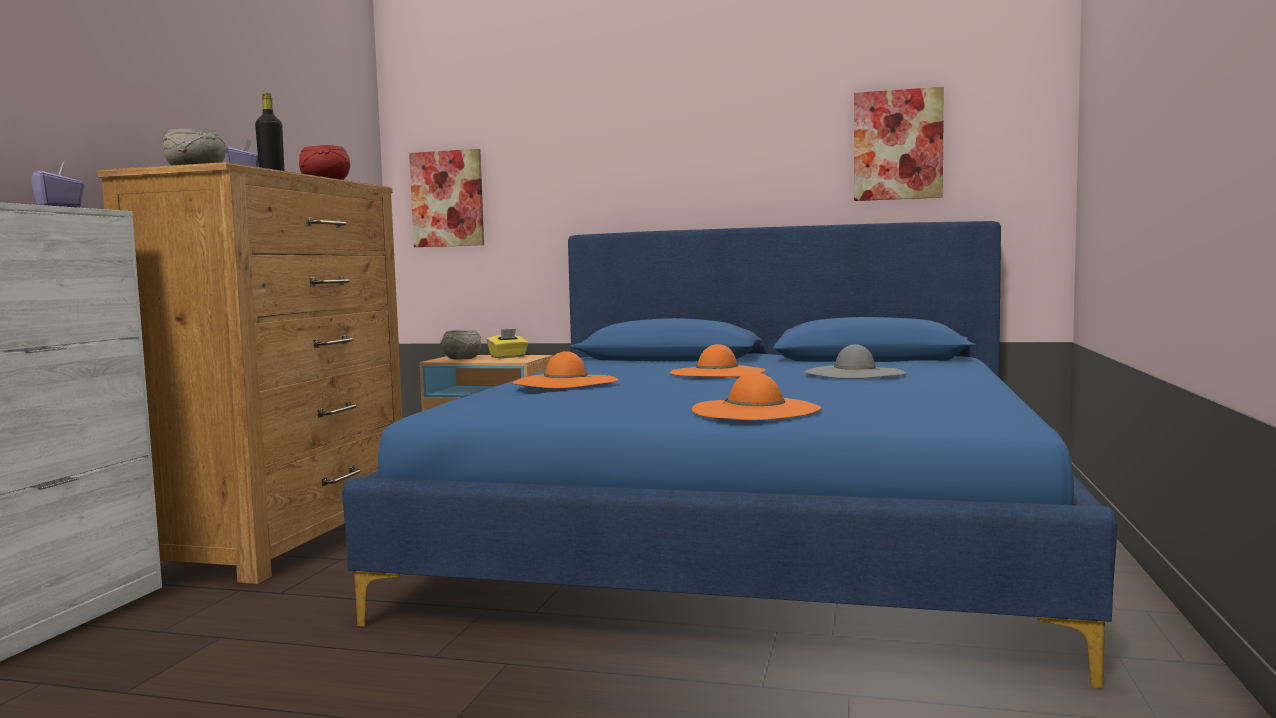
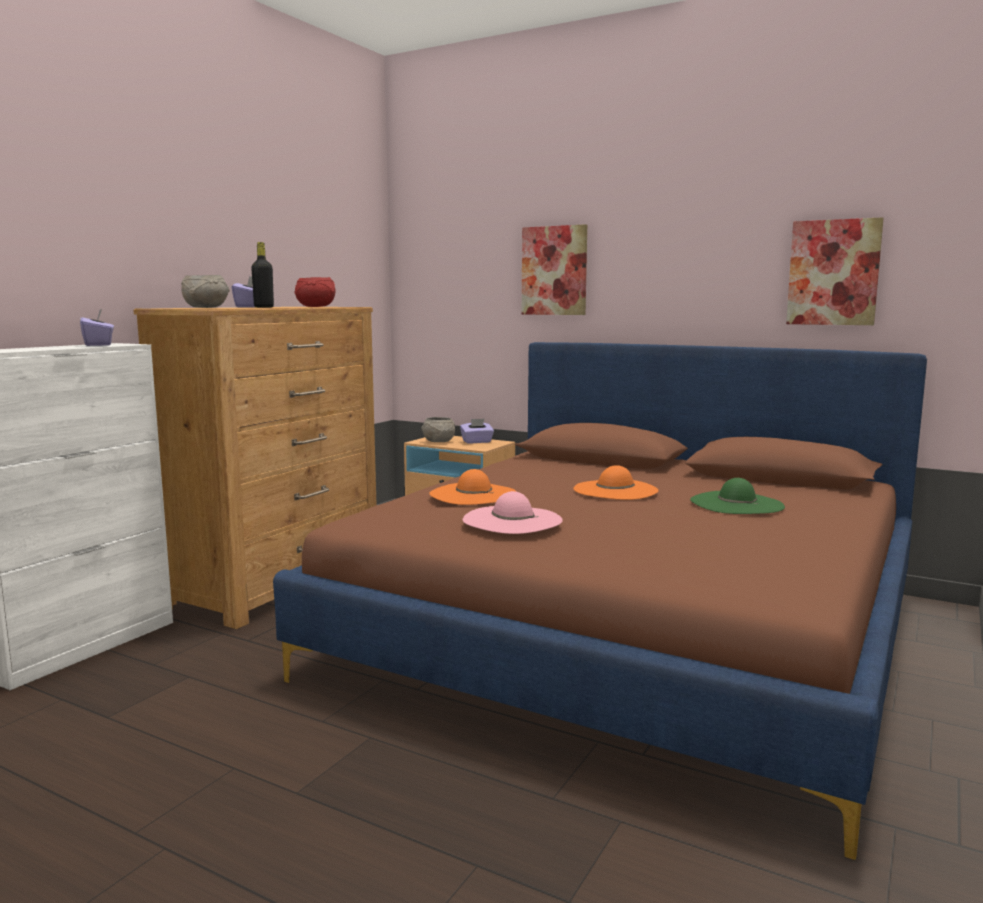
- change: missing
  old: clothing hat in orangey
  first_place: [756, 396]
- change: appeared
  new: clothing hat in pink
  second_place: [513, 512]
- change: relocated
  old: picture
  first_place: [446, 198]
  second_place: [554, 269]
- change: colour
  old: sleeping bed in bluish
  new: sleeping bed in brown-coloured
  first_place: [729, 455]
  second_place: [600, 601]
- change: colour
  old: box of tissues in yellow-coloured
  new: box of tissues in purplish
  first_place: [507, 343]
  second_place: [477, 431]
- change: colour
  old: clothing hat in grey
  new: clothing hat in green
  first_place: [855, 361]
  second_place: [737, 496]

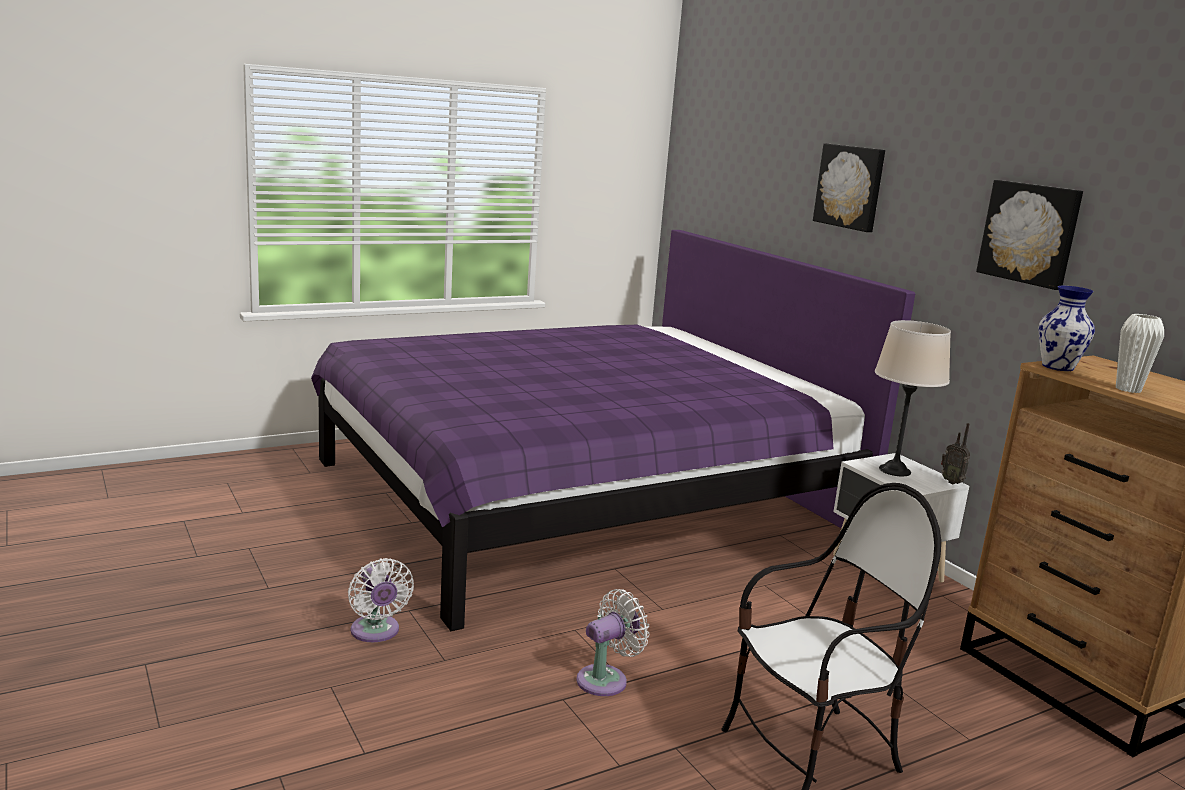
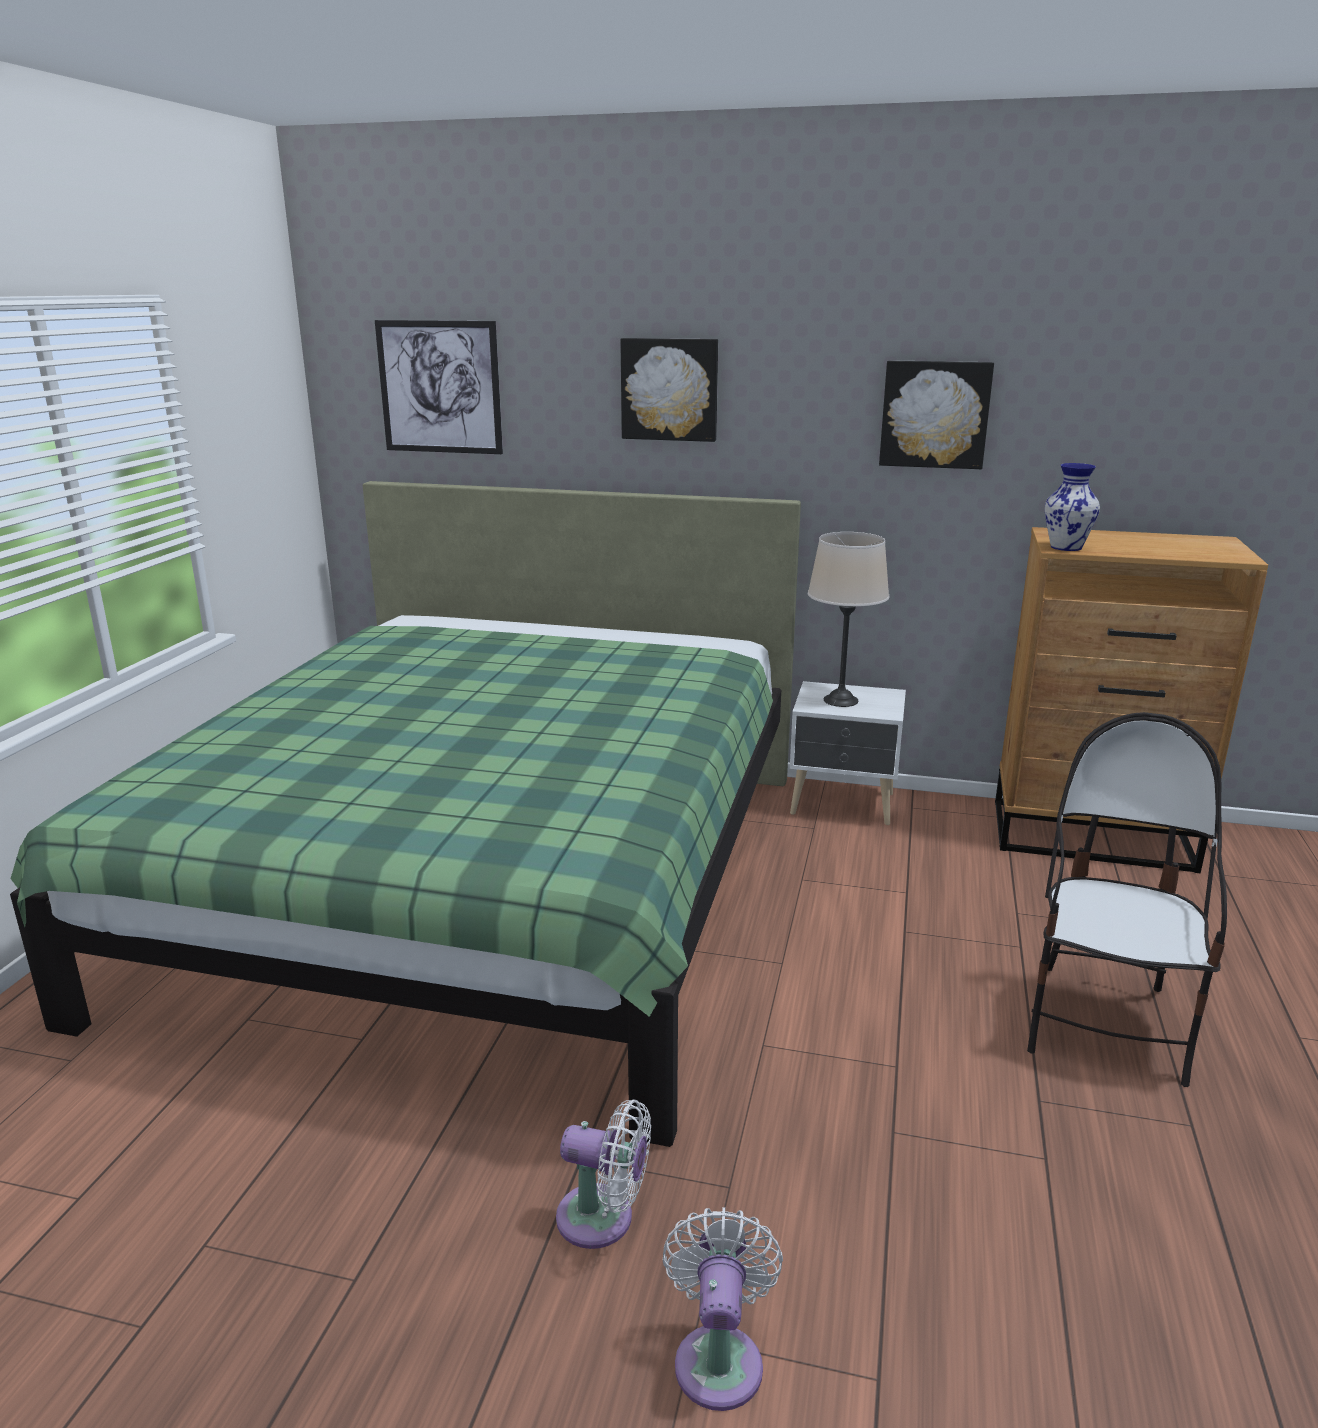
- change: missing
  old: radio set
  first_place: [955, 453]
- change: missing
  old: vase in white-coloured
  first_place: [1140, 353]
- change: appeared
  new: picture
  second_place: [439, 387]
- change: relocated
  old: cooling fan in white-coloured
  first_place: [613, 642]
  second_place: [723, 1309]
- change: colour
  old: sleeping bed in purplish
  new: sleeping bed in green
  first_place: [613, 430]
  second_place: [405, 814]

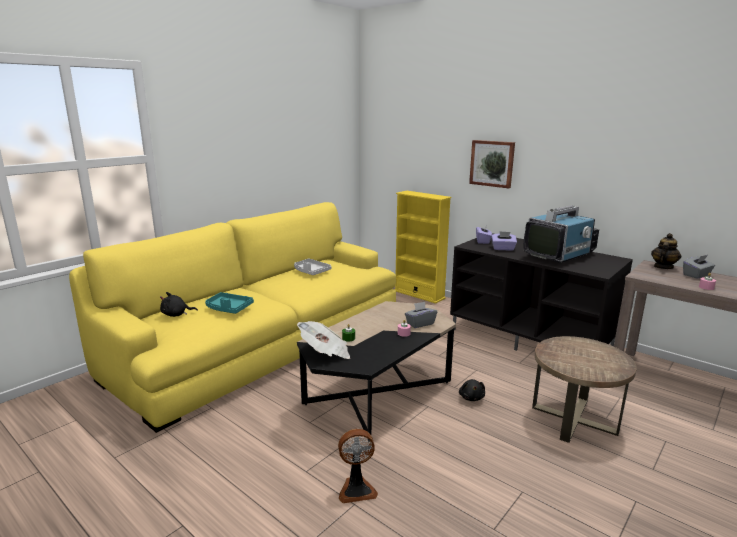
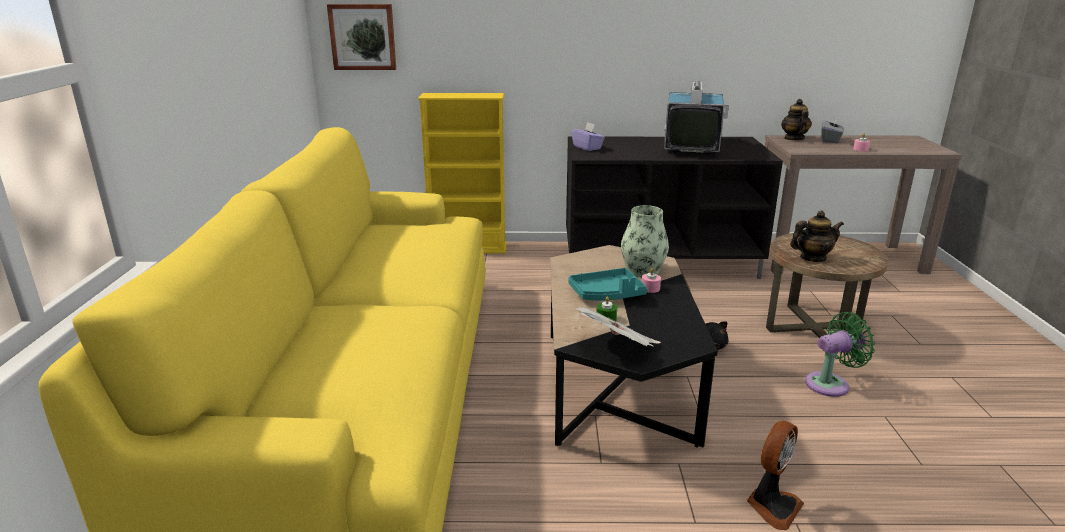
- change: missing
  old: plush toy in blackish
  first_place: [179, 304]
- change: missing
  old: tray in grey
  first_place: [312, 267]
- change: missing
  old: box of tissues in purplish
  first_place: [504, 241]
- change: appeared
  new: teapot
  second_place: [817, 236]
- change: appeared
  new: cooling fan in green
  second_place: [840, 354]
- change: relocated
  old: tray in blue-green
  first_place: [229, 303]
  second_place: [607, 284]
- change: relocated
  old: picture
  first_place: [492, 164]
  second_place: [361, 37]
- change: exchanged
  old: box of tissues in grey
  new: vase
  first_place: [421, 315]
  second_place: [645, 241]

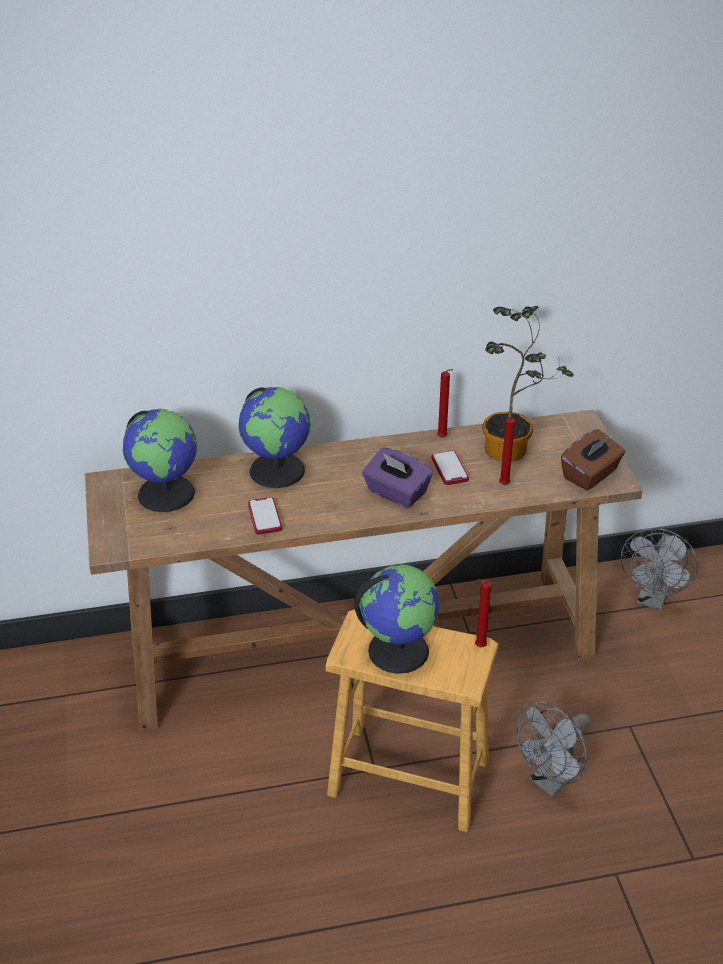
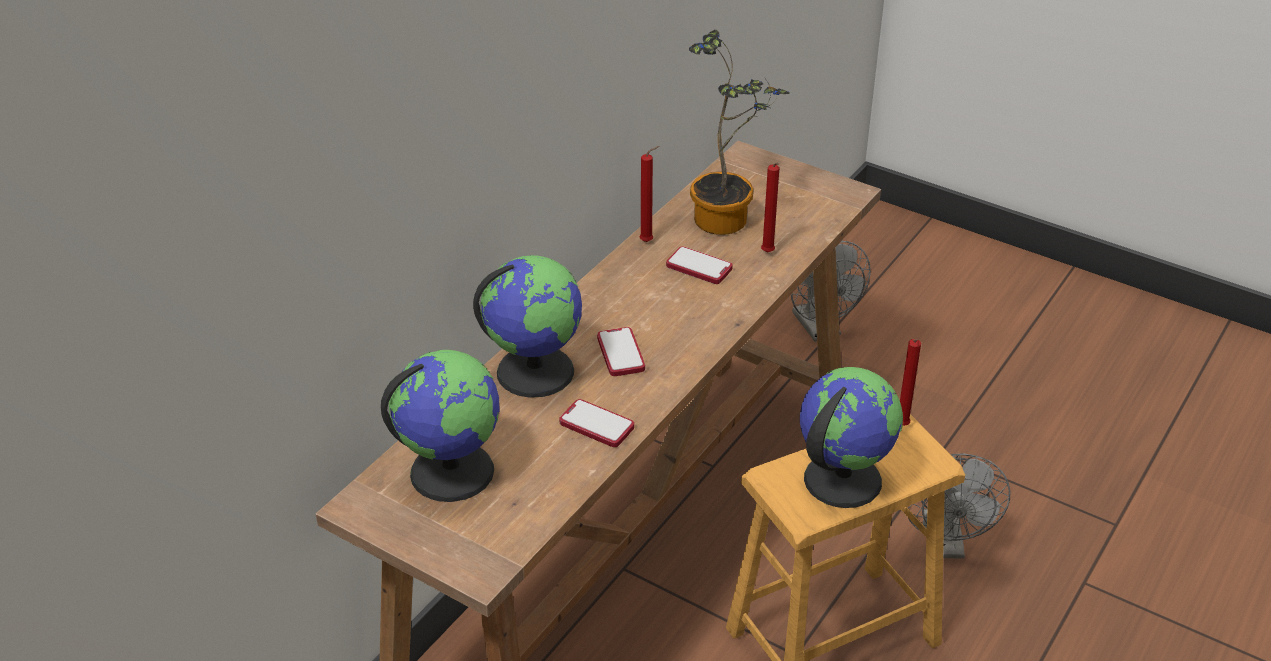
- change: missing
  old: box of tissues in purplish
  first_place: [397, 478]
- change: missing
  old: box of tissues in brown-coloured
  first_place: [593, 459]
- change: appeared
  new: phone
  second_place: [621, 351]

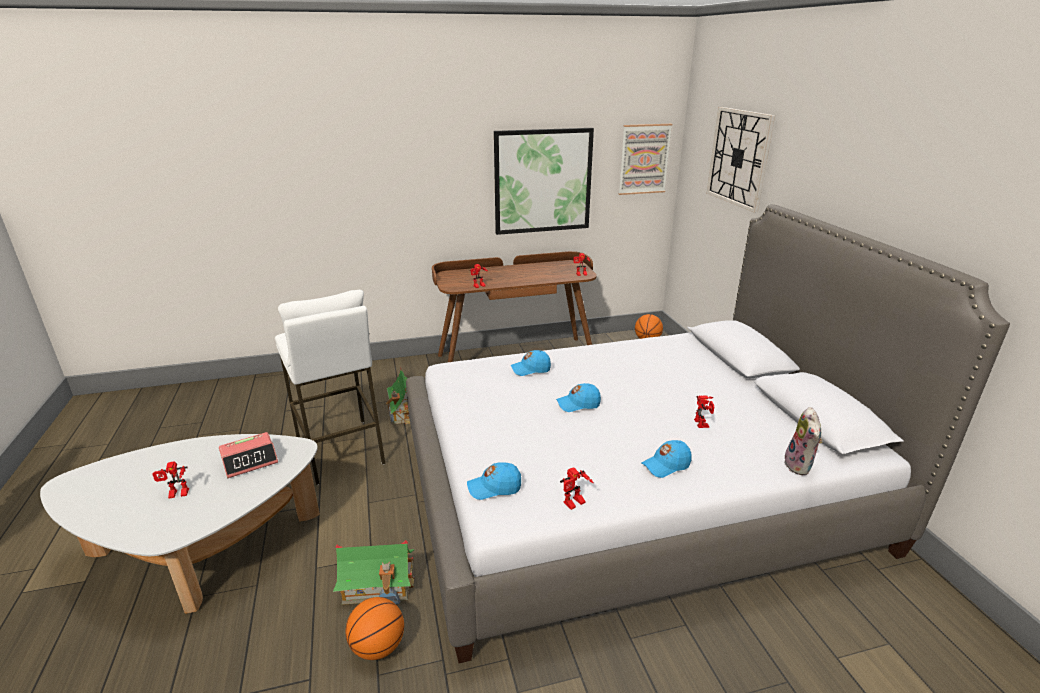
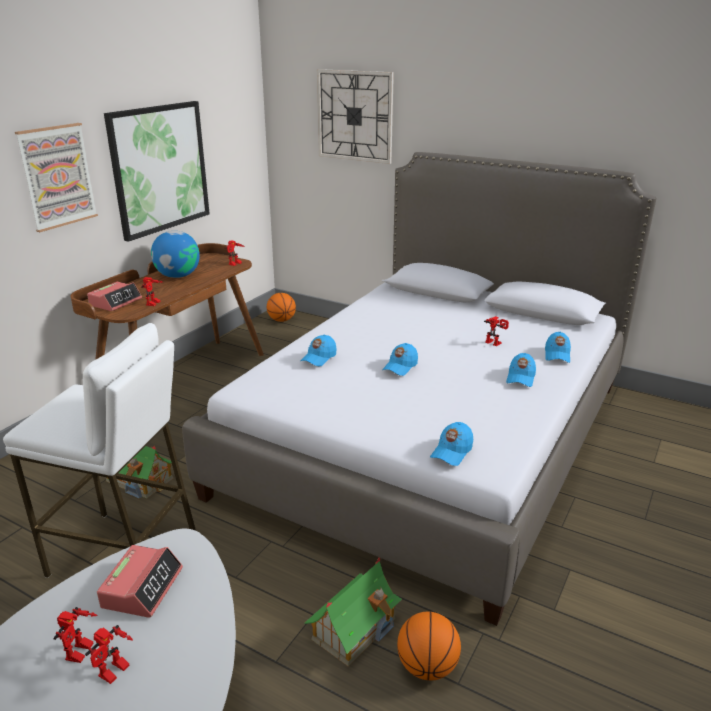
- change: missing
  old: plush toy
  first_place: [802, 441]
- change: appeared
  new: alarm clock
  second_place: [114, 296]
- change: appeared
  new: desk globe
  second_place: [175, 254]
- change: appeared
  new: baseball cap in bluish
  second_place: [558, 347]
- change: relocated
  old: toy robot
  first_place: [577, 489]
  second_place: [75, 635]
- change: relocated
  old: picture
  first_place: [645, 159]
  second_place: [56, 177]

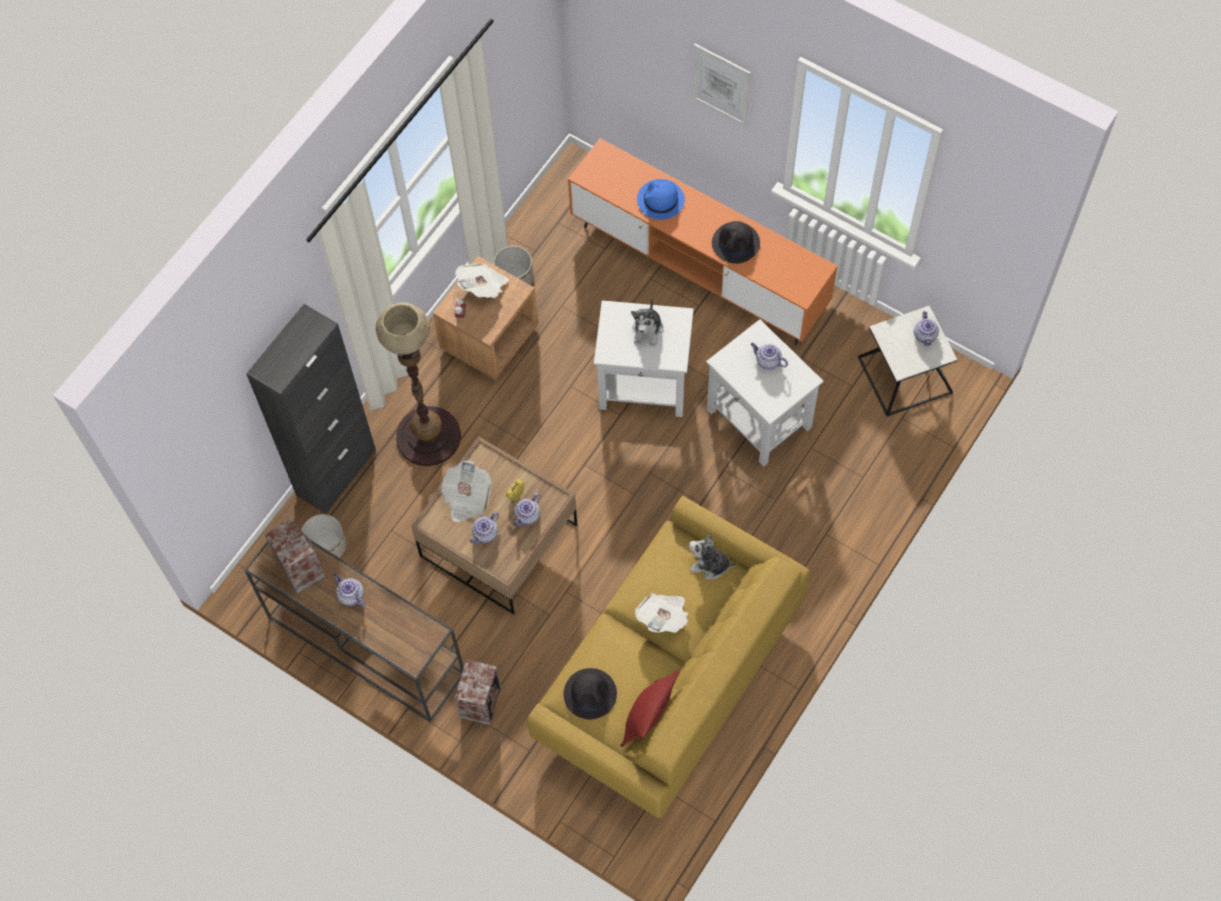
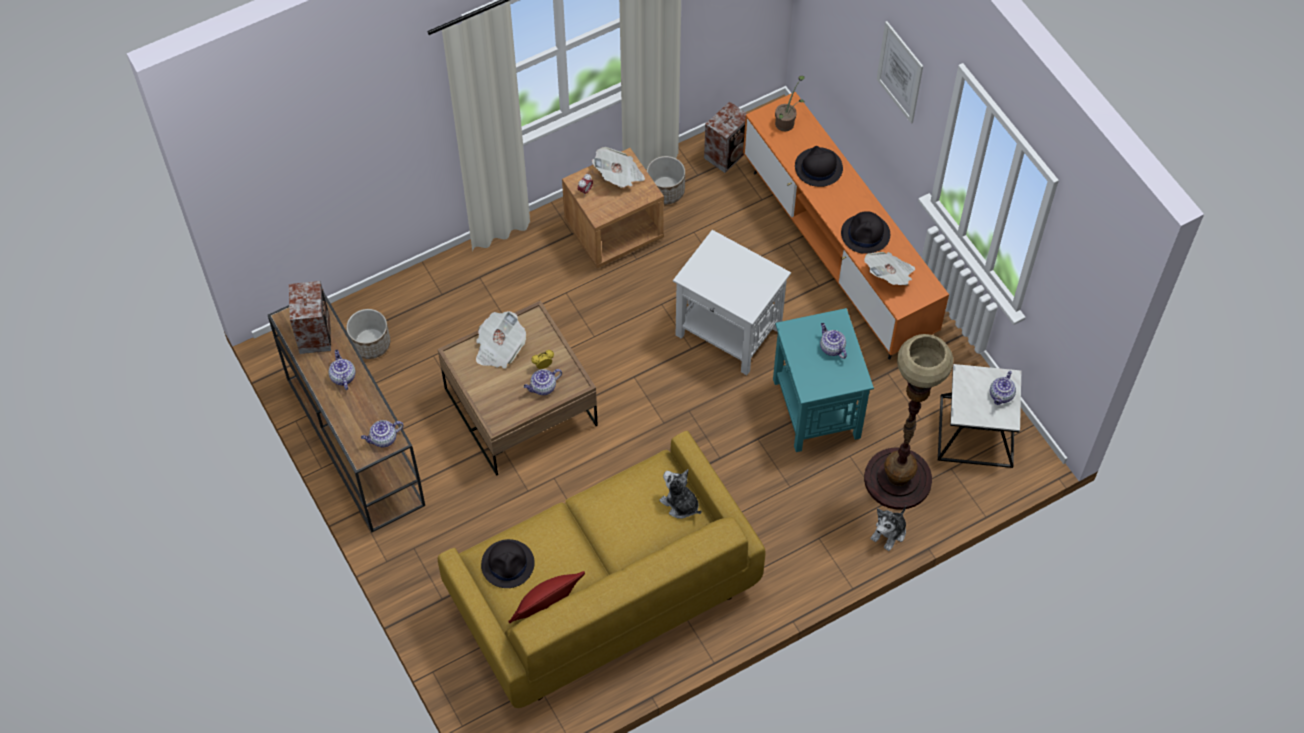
- change: missing
  old: cupboard in blackish
  first_place: [311, 409]
- change: appeared
  new: houseplant
  second_place: [790, 103]
- change: relocated
  old: standing lamp
  first_place: [418, 384]
  second_place: [908, 422]
- change: relocated
  old: loudspeaker
  first_place: [478, 692]
  second_place: [725, 137]
- change: relocated
  old: teapot
  first_place: [484, 528]
  second_place: [382, 434]
- change: relocated
  old: plush toy
  first_place: [647, 323]
  second_place: [888, 528]
- change: relocated
  old: newspaper
  first_place: [661, 613]
  second_place: [889, 268]
- change: colour
  old: clothing hat in bluish
  new: clothing hat in blackish
  first_place: [661, 199]
  second_place: [819, 166]
- change: colour
  old: accent table in white-coloured
  new: accent table in blue-green
  first_place: [765, 393]
  second_place: [823, 380]

